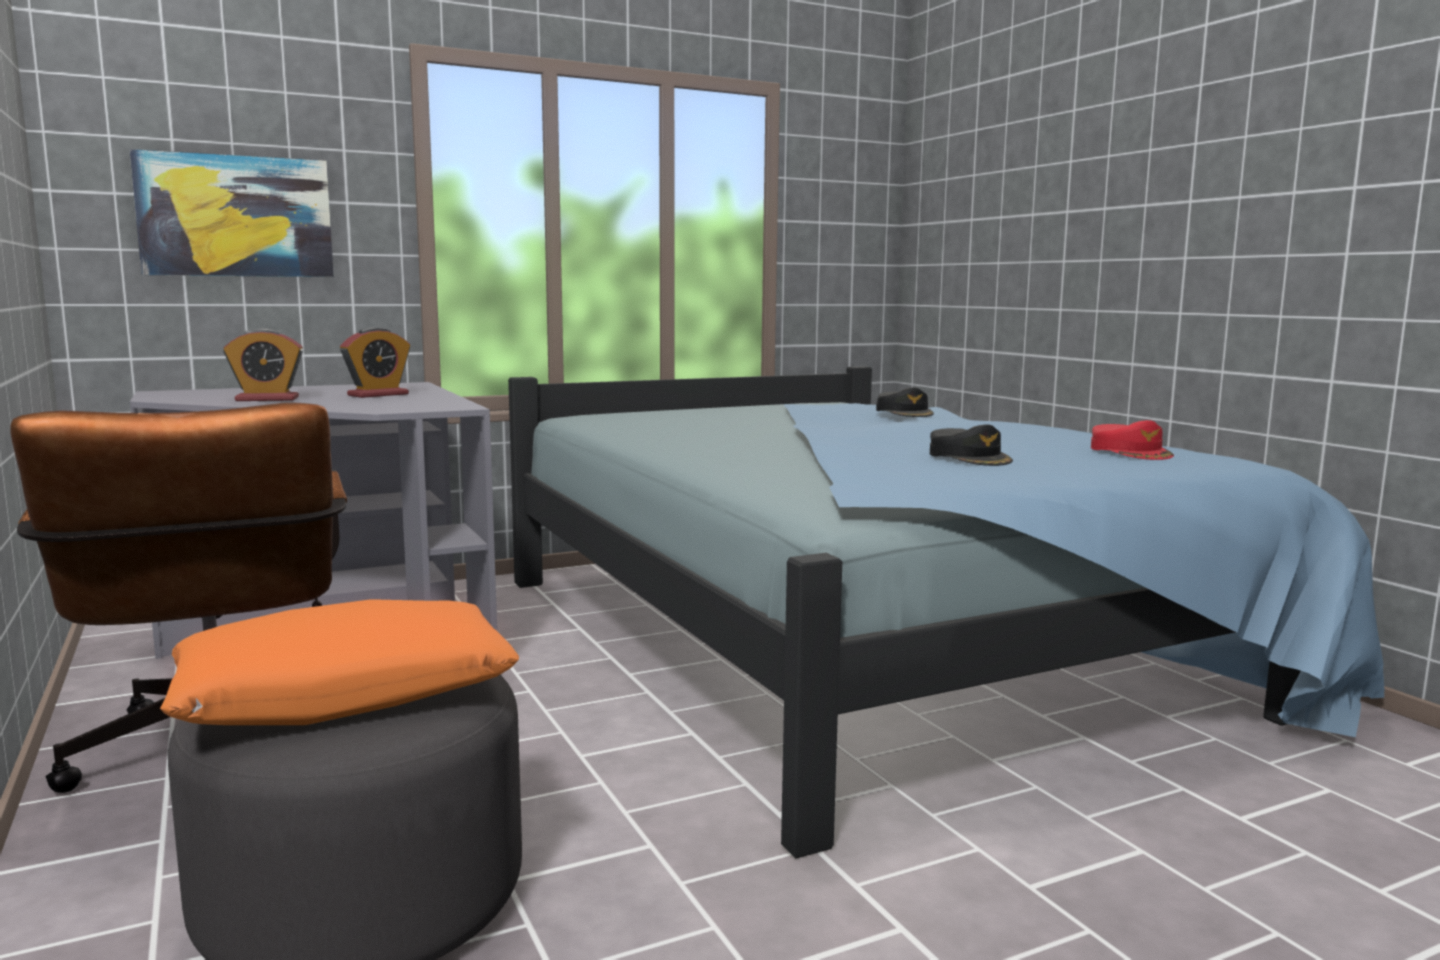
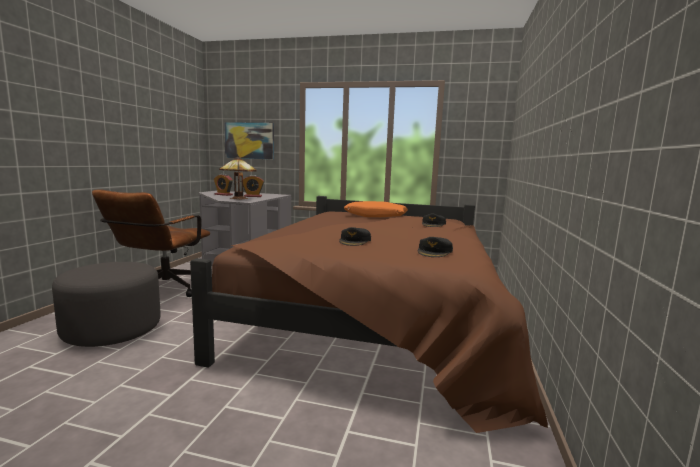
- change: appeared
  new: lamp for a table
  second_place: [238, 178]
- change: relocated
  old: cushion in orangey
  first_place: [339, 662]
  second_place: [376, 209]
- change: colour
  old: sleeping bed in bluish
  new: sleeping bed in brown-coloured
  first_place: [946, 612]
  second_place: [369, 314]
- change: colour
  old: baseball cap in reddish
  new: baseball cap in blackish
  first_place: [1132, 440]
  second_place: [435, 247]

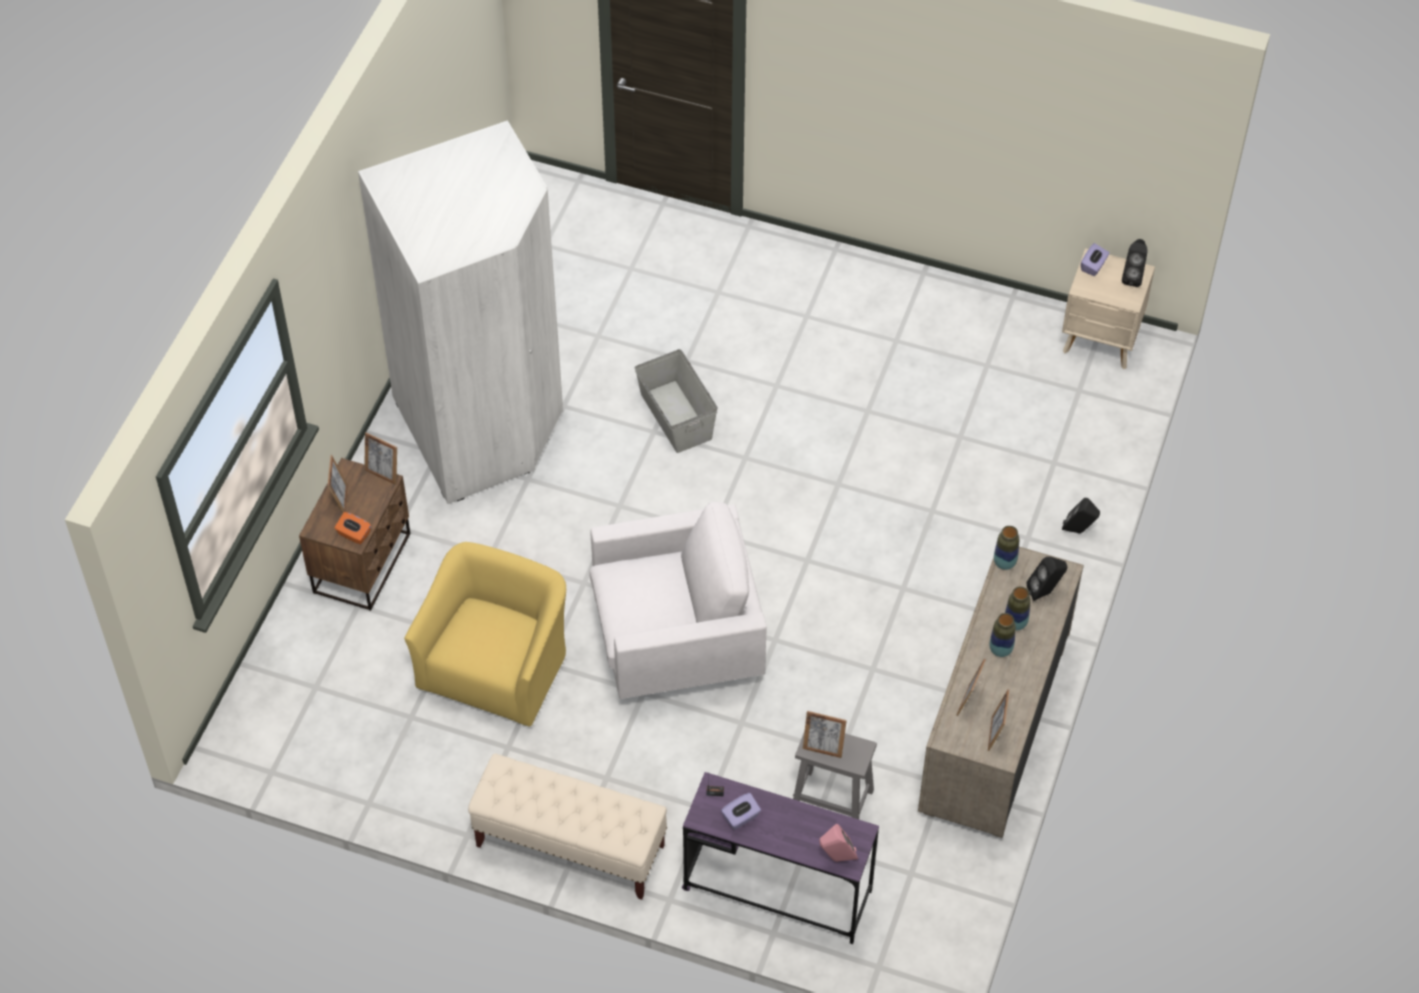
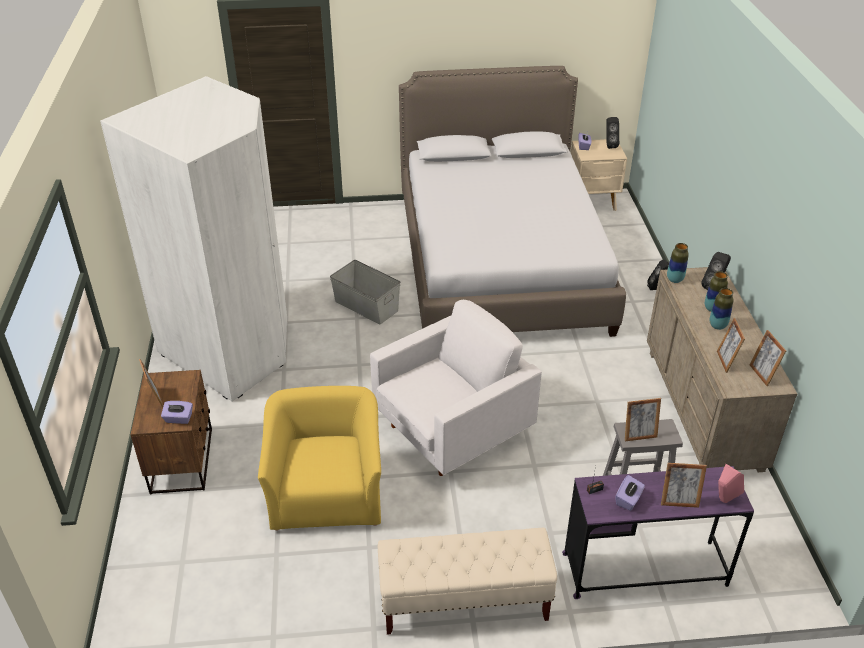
- change: appeared
  new: sleeping bed
  second_place: [512, 201]
- change: relocated
  old: picture frame
  first_place: [380, 458]
  second_place: [684, 485]
- change: colour
  old: box of tissues in orangey
  new: box of tissues in purplish
  first_place: [352, 528]
  second_place: [177, 412]

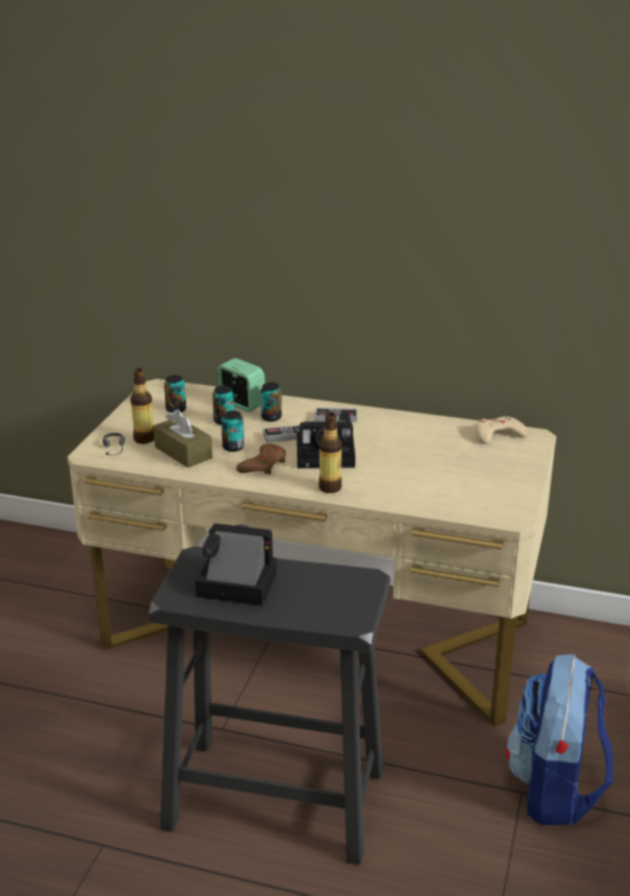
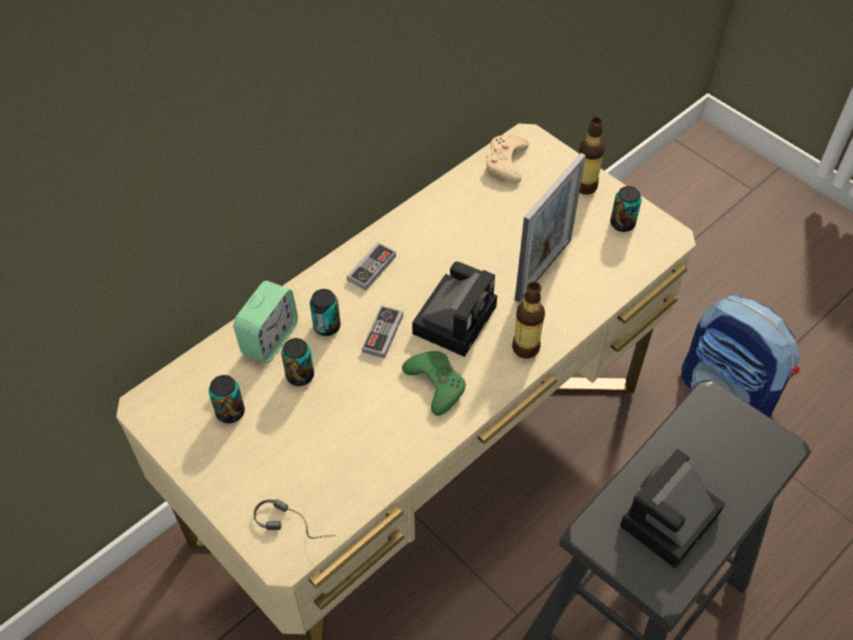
- change: missing
  old: box of tissues in brown-coloured
  first_place: [183, 438]
- change: appeared
  new: picture frame
  second_place: [550, 227]
- change: relocated
  old: drink bottle
  first_place: [142, 406]
  second_place: [592, 156]
- change: relocated
  old: sealed can
  first_place: [232, 431]
  second_place: [626, 209]
- change: colour
  old: game controller in brown-coloured
  new: game controller in green
  first_place: [261, 459]
  second_place: [434, 383]
- change: spun
  old: alarm clock
  first_place: [241, 385]
  second_place: [265, 322]
  degrees: 135

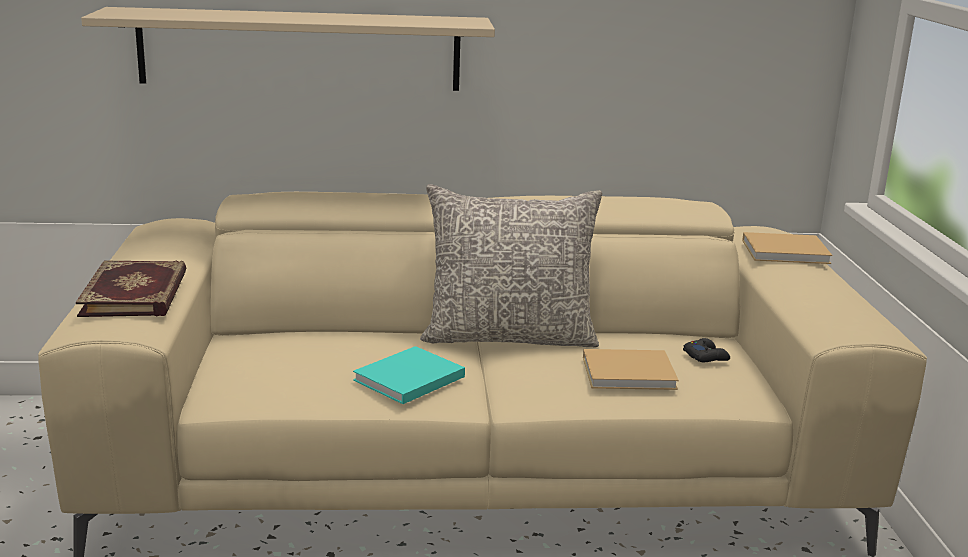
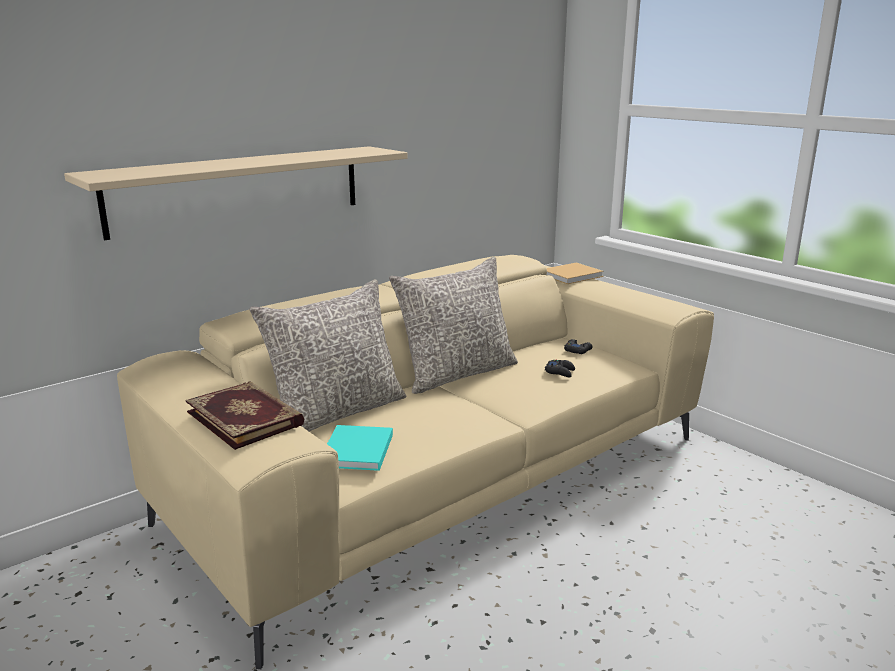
- change: appeared
  new: cushion in grey
  second_place: [327, 355]
- change: relocated
  old: bound book in blue-green
  first_place: [409, 375]
  second_place: [360, 448]
- change: exchanged
  old: bound book in beige-coloured
  new: game controller in blackish
  first_place: [631, 369]
  second_place: [560, 368]

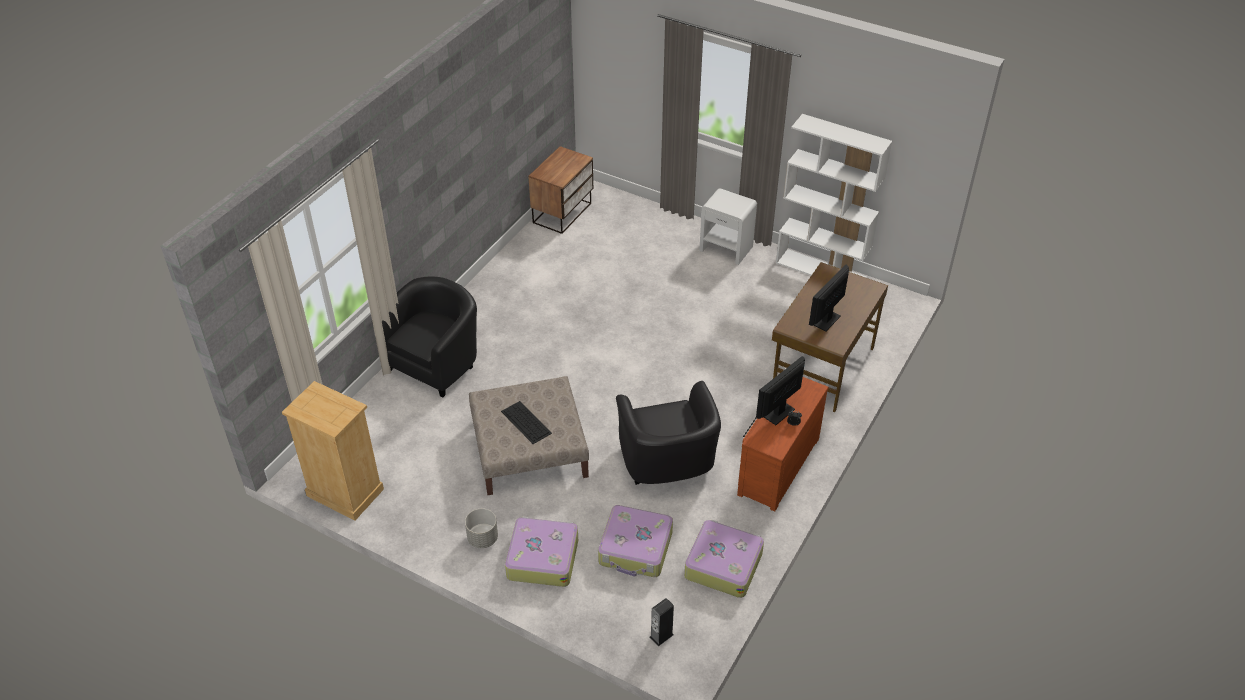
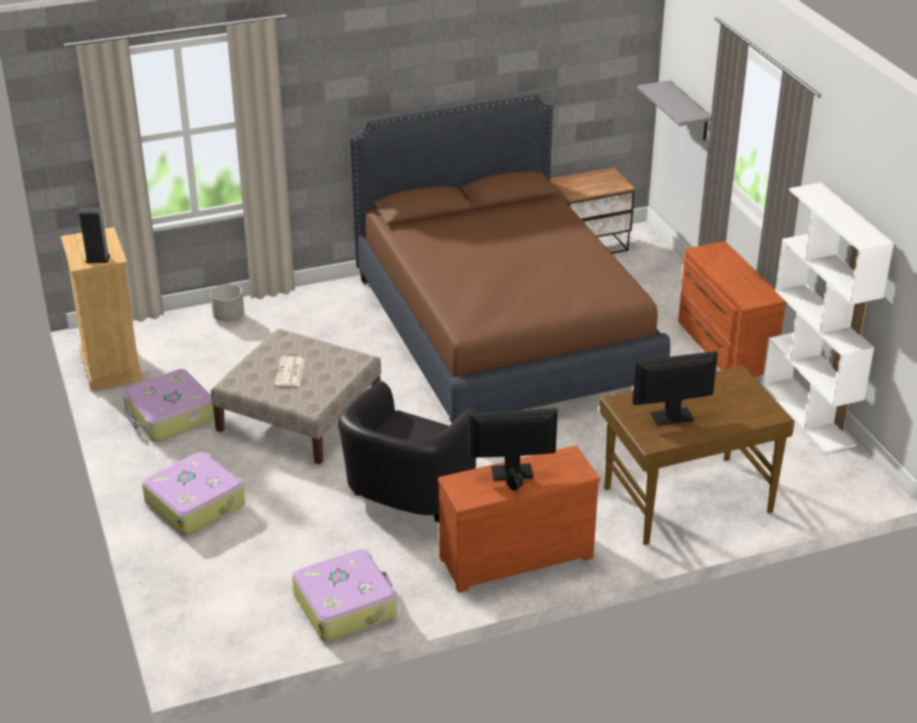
- change: missing
  old: easy chair in blackish
  first_place: [424, 337]
- change: appeared
  new: sleeping bed in brown-coloured
  second_place: [509, 258]
- change: appeared
  new: wall shelf in grey
  second_place: [674, 110]
- change: relocated
  old: planter in grey
  first_place: [481, 528]
  second_place: [227, 303]
- change: relocated
  old: suitcase
  first_place: [635, 541]
  second_place: [169, 405]
- change: relocated
  old: loudspeaker
  first_place: [662, 622]
  second_place: [94, 235]
- change: exchanged
  old: keyboard
  new: newspaper
  first_place: [526, 422]
  second_place: [290, 371]
- change: exchanged
  old: nightstand in white-coloured
  new: chest of drawers in brown-coloured
  first_place: [728, 226]
  second_place: [732, 309]

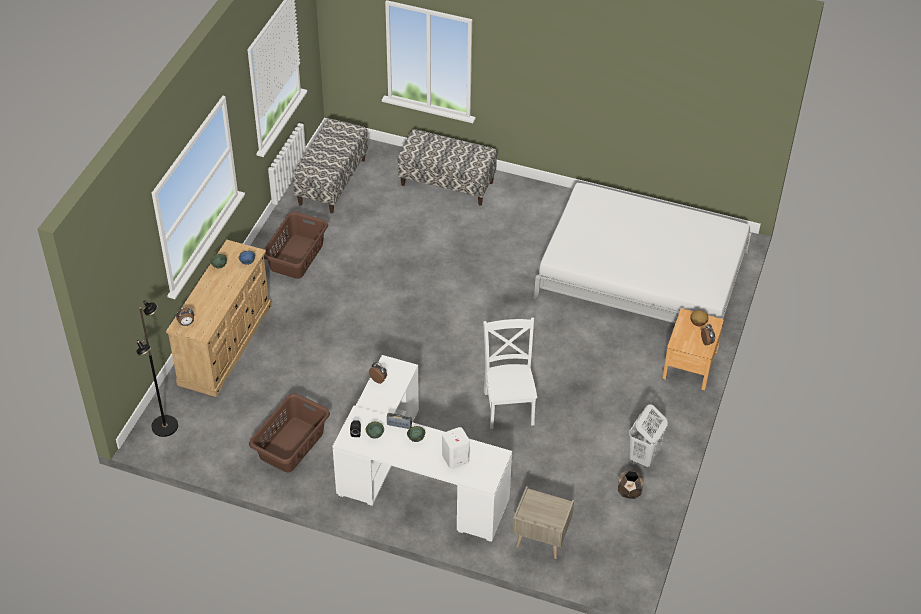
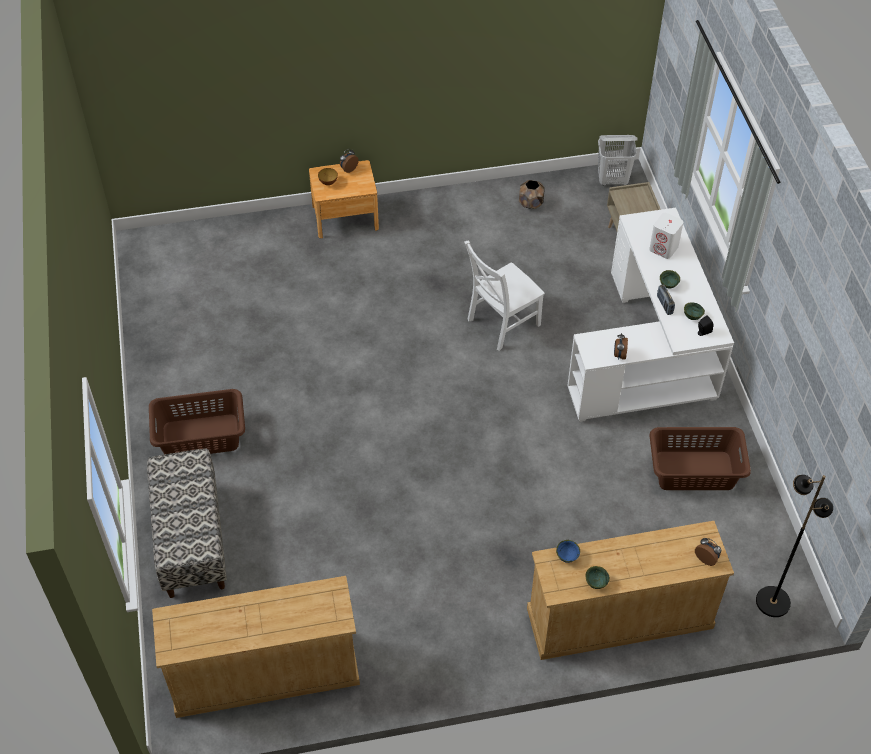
- change: missing
  old: sleeping bed in white-coloured
  first_place: [642, 265]
- change: relocated
  old: laundry basket in brown-coloured
  first_place: [296, 245]
  second_place: [197, 422]
- change: relocated
  old: laundry basket in white-coloured
  first_place: [648, 436]
  second_place: [618, 160]
- change: exchanged
  old: indoor bench
  new: chest of drawers in beige-coloured
  first_place: [330, 166]
  second_place: [256, 647]

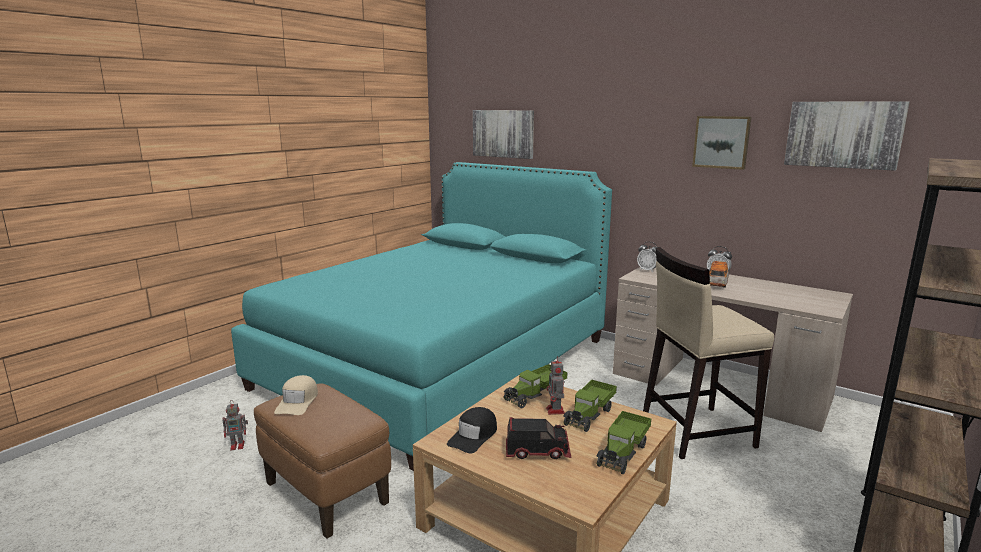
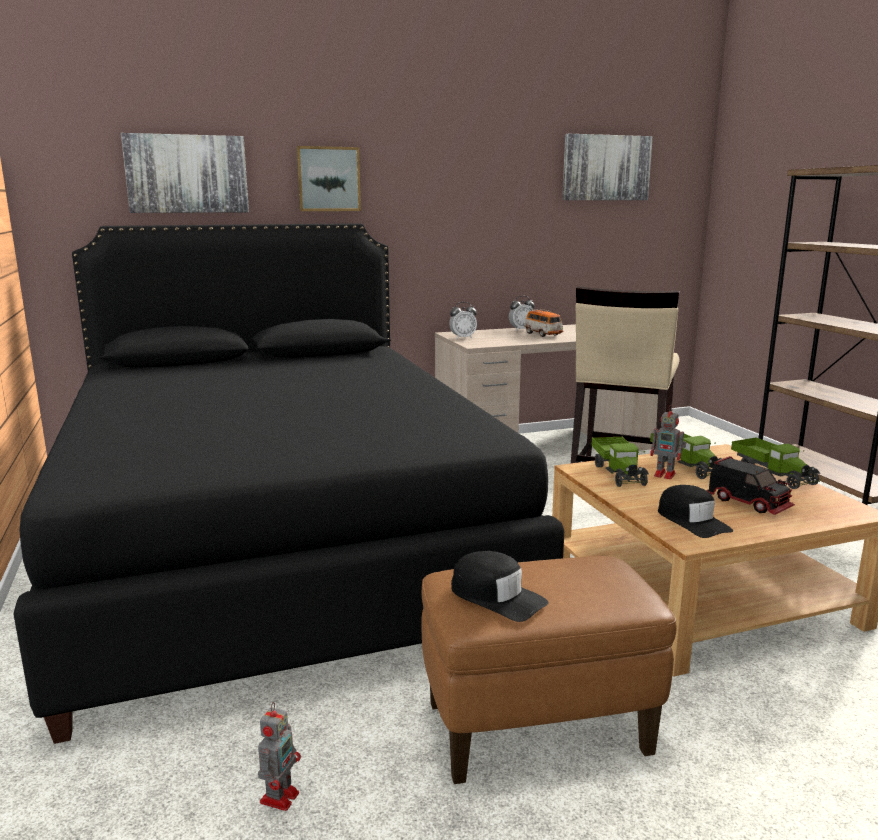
- change: relocated
  old: picture
  first_place: [721, 143]
  second_place: [328, 178]
- change: colour
  old: sleeping bed in blue-green
  new: sleeping bed in blackish
  first_place: [421, 316]
  second_place: [288, 483]
- change: colour
  old: baseball cap in beige-coloured
  new: baseball cap in blackish
  first_place: [296, 395]
  second_place: [500, 586]
- change: spun
  old: model truck
  first_place: [539, 438]
  second_place: [750, 485]
  degrees: 105

